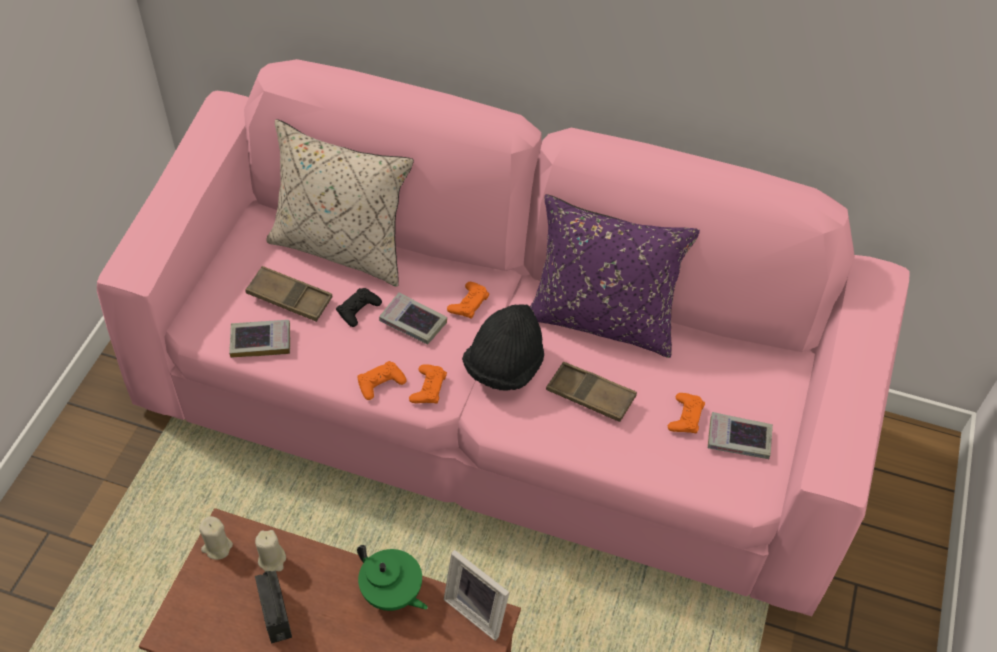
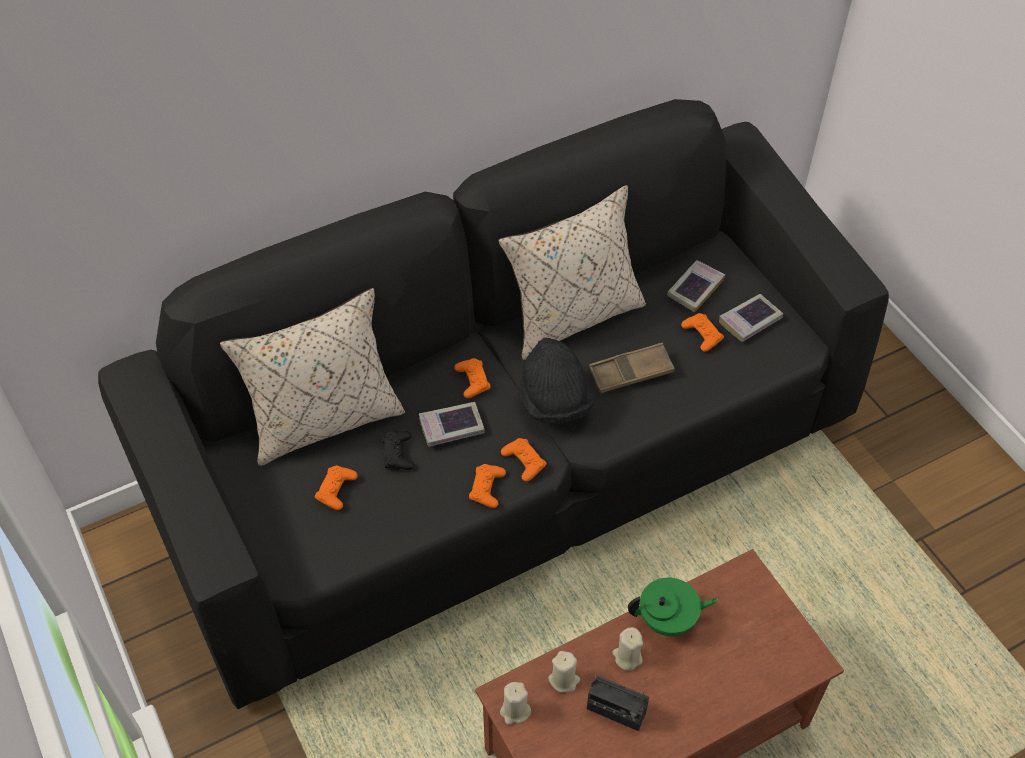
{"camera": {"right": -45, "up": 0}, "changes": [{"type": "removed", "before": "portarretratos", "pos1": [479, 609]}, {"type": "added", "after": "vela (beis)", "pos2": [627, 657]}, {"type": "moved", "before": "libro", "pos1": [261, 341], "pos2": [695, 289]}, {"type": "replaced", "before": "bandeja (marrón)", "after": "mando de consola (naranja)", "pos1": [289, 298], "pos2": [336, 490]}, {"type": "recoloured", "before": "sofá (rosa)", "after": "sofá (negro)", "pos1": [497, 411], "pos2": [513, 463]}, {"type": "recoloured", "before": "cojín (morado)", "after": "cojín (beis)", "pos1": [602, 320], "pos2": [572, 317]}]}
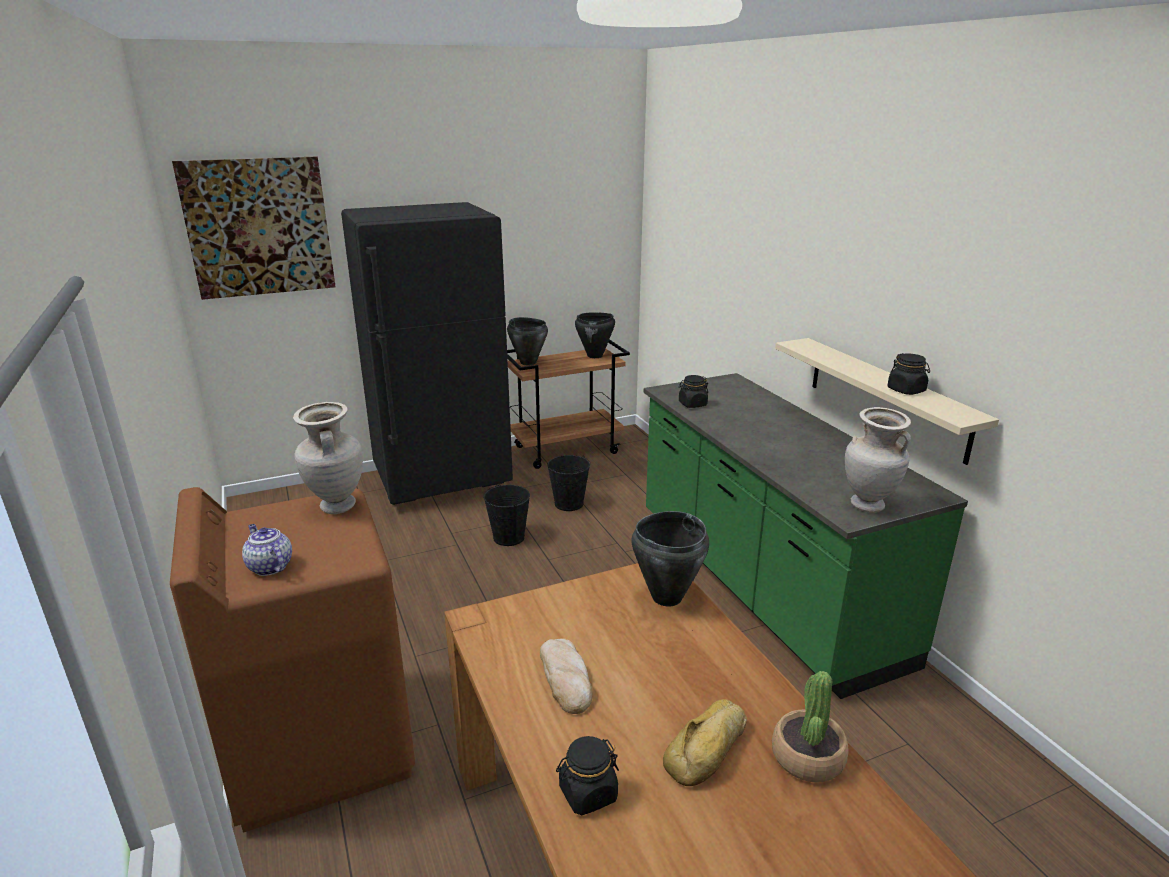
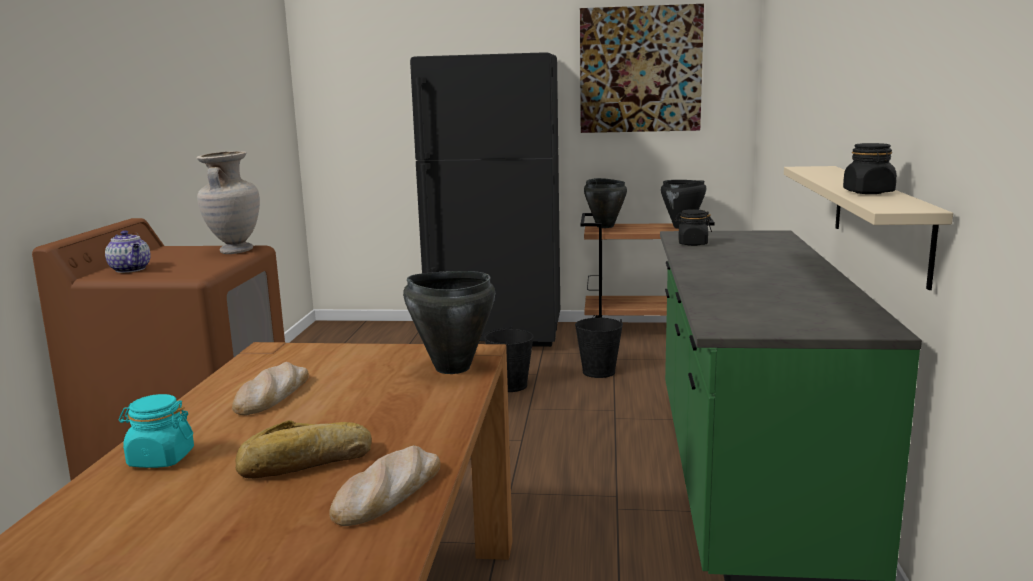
{"camera": {"right": 30, "up": -10}, "changes": [{"type": "removed", "before": "florero (beis)", "pos1": [867, 506]}, {"type": "moved", "before": "cuadro", "pos1": [259, 227], "pos2": [640, 70]}, {"type": "replaced", "before": "planta en maceta", "after": "pan", "pos1": [807, 757], "pos2": [388, 492]}, {"type": "recoloured", "before": "tarro (negro)", "after": "tarro (turquesa)", "pos1": [587, 793], "pos2": [160, 459]}, {"type": "turned", "before": "tetera", "pos1": [269, 566], "pos2": [131, 269], "turn": 150}]}
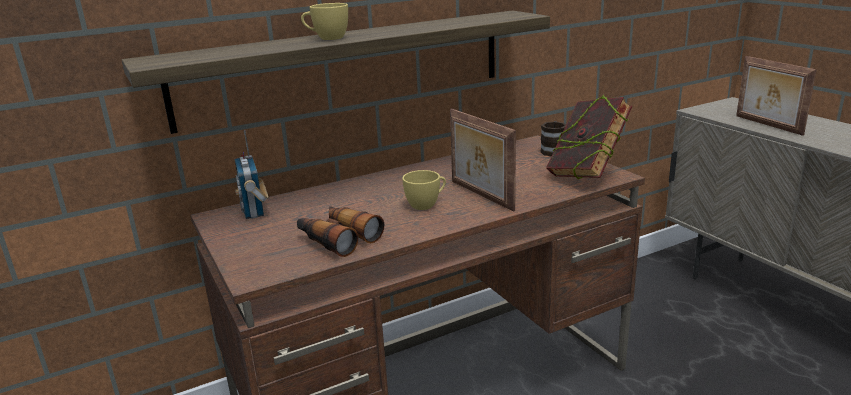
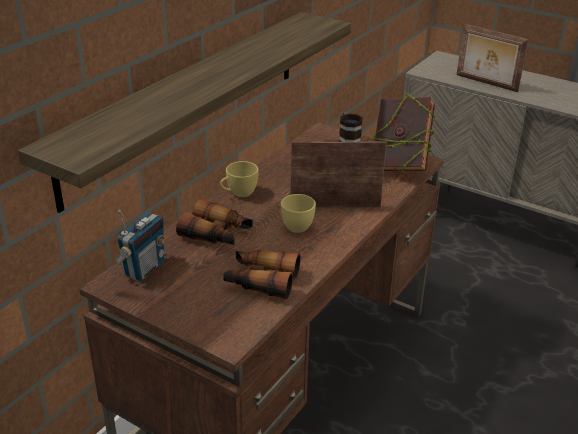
{"camera": {"right": -30, "up": 10}, "changes": [{"type": "added", "after": "prismáticos", "pos2": [217, 234]}, {"type": "moved", "before": "taza (amarillo)", "pos1": [327, 38], "pos2": [238, 193]}, {"type": "turned", "before": "radio", "pos1": [254, 211], "pos2": [144, 268], "turn": -105}, {"type": "turned", "before": "portarretratos", "pos1": [480, 195], "pos2": [335, 205], "turn": 150}]}
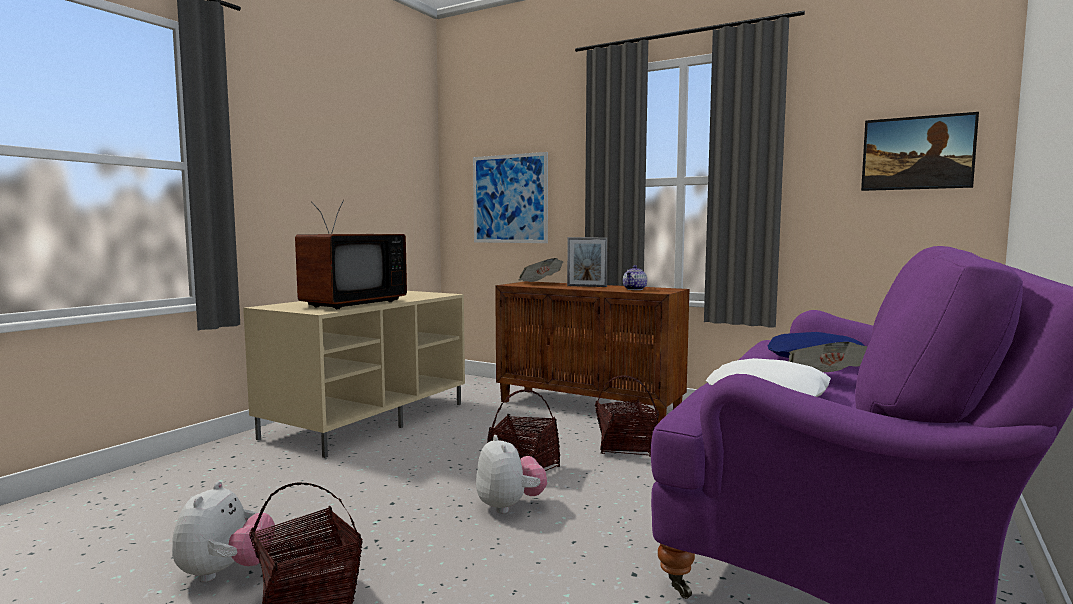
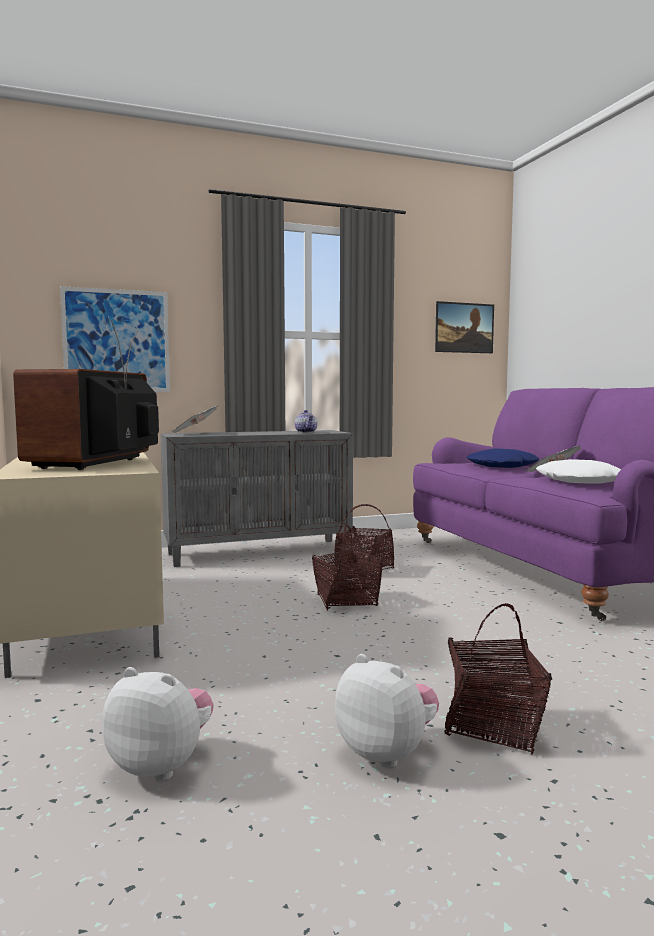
{"camera": {"right": -50, "up": 0}, "changes": [{"type": "removed", "before": "portarretratos", "pos1": [587, 286]}, {"type": "moved", "before": "peluche", "pos1": [509, 506], "pos2": [162, 765]}, {"type": "recoloured", "before": "armario (marrón)", "after": "armario (gris)", "pos1": [589, 407], "pos2": [259, 552]}, {"type": "turned", "before": "televisor", "pos1": [348, 304], "pos2": [100, 464], "turn": -150}]}
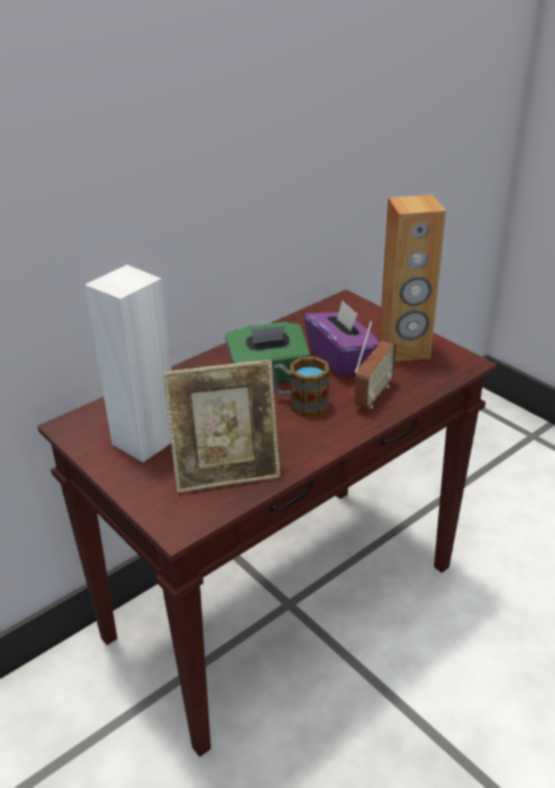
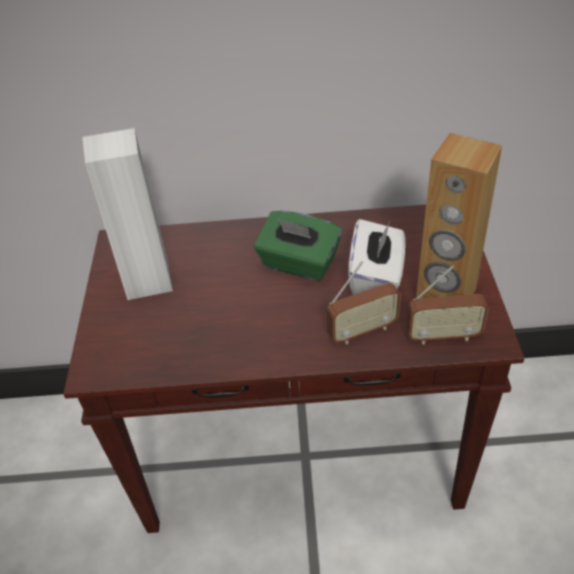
{"camera": {"right": 40, "up": 10}, "changes": [{"type": "removed", "before": "portarretratos", "pos1": [226, 472]}, {"type": "removed", "before": "taza grande", "pos1": [300, 403]}, {"type": "added", "after": "radio", "pos2": [443, 336]}, {"type": "recoloured", "before": "caja de pañuelos (morado)", "after": "caja de pañuelos (blanco)", "pos1": [341, 359], "pos2": [376, 277]}]}
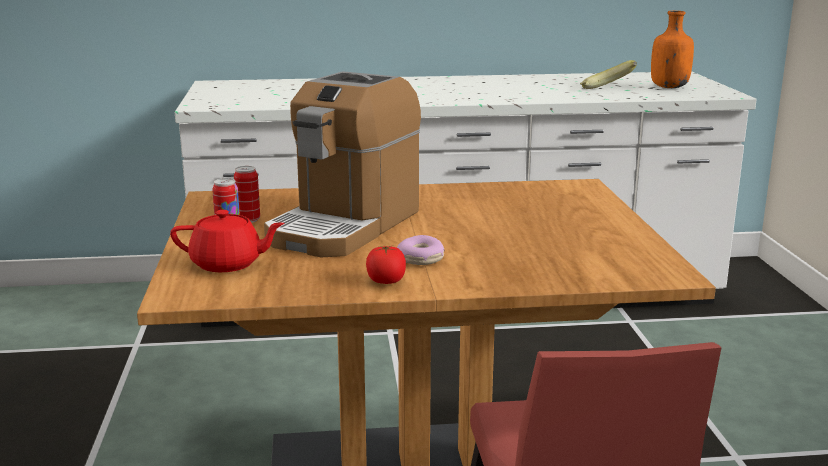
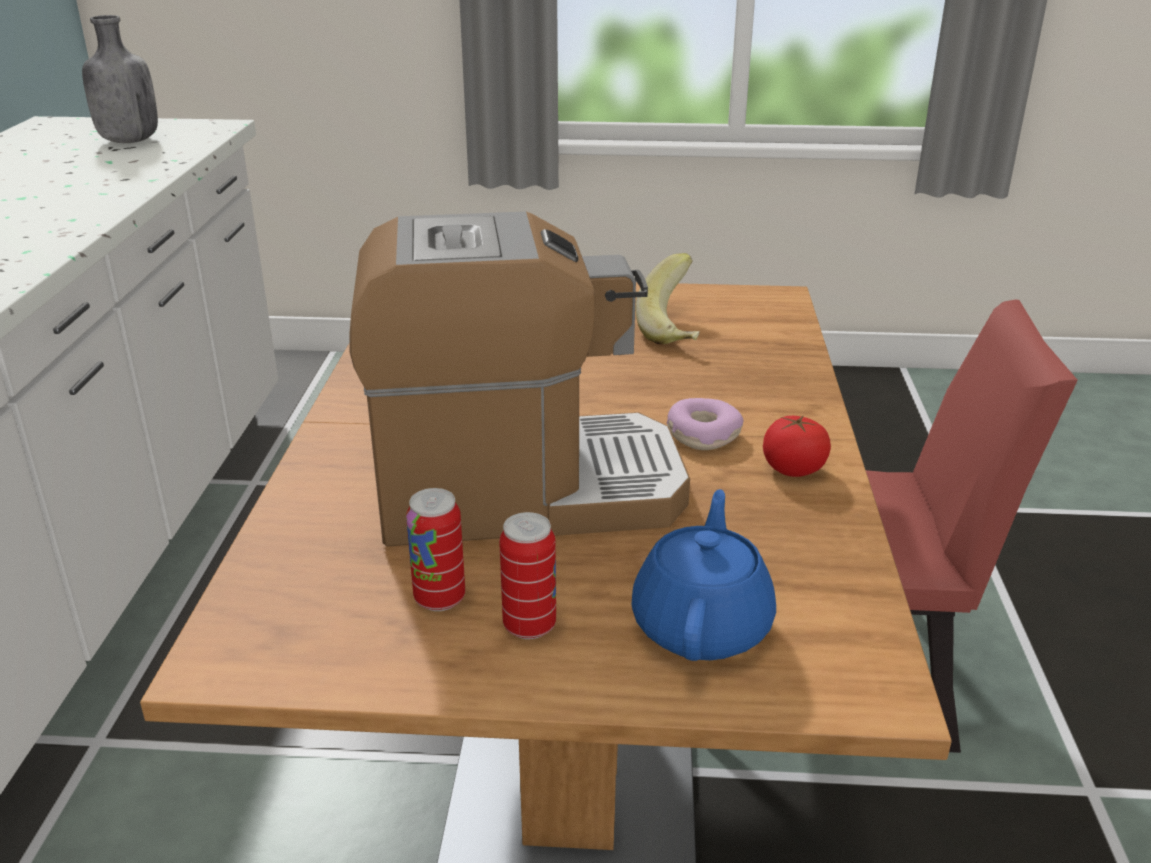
{"camera": {"right": -80, "up": 10}, "changes": [{"type": "moved", "before": "plátano", "pos1": [605, 90], "pos2": [678, 329]}, {"type": "recoloured", "before": "tetera (rojo)", "after": "tetera (azul)", "pos1": [228, 264], "pos2": [702, 625]}, {"type": "recoloured", "before": "botella (naranja)", "after": "botella (gris)", "pos1": [668, 87], "pos2": [128, 141]}, {"type": "turned", "before": "cafetera", "pos1": [344, 226], "pos2": [524, 488], "turn": -45}]}
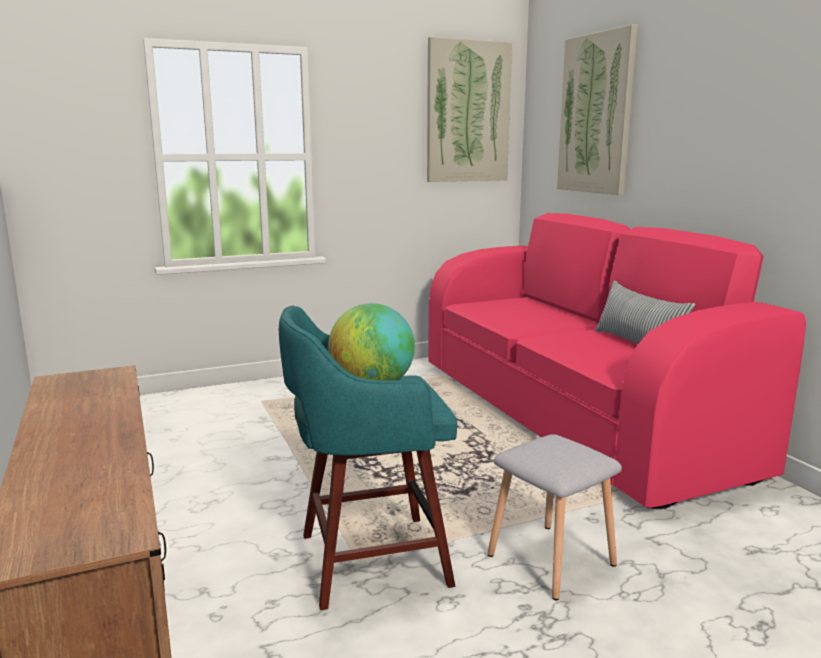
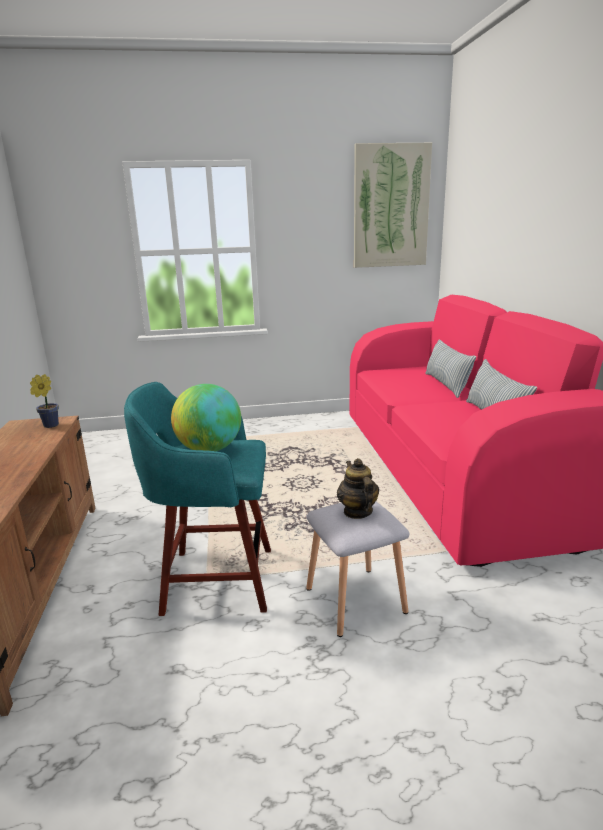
{"camera": {"right": 15, "up": 5}, "changes": [{"type": "removed", "before": "cuadro", "pos1": [596, 114]}, {"type": "added", "after": "planta en maceta", "pos2": [49, 426]}, {"type": "added", "after": "tetera", "pos2": [357, 511]}, {"type": "added", "after": "cojín", "pos2": [446, 385]}]}
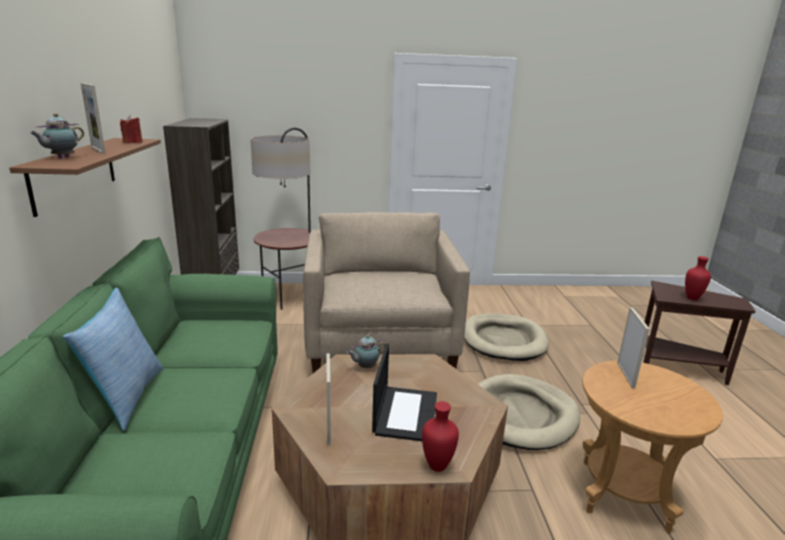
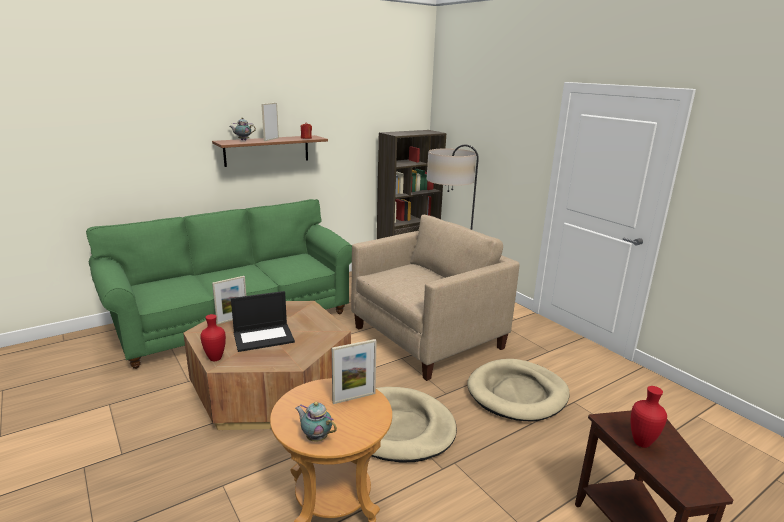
{"camera": {"right": 60, "up": 0}, "changes": [{"type": "removed", "before": "cojín", "pos1": [126, 397]}, {"type": "moved", "before": "tetera", "pos1": [365, 367], "pos2": [316, 437]}]}
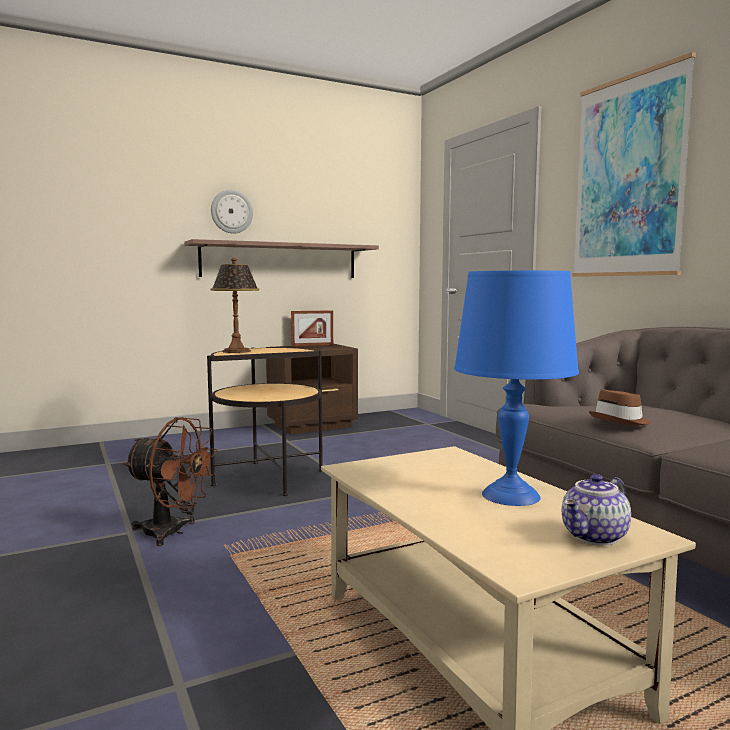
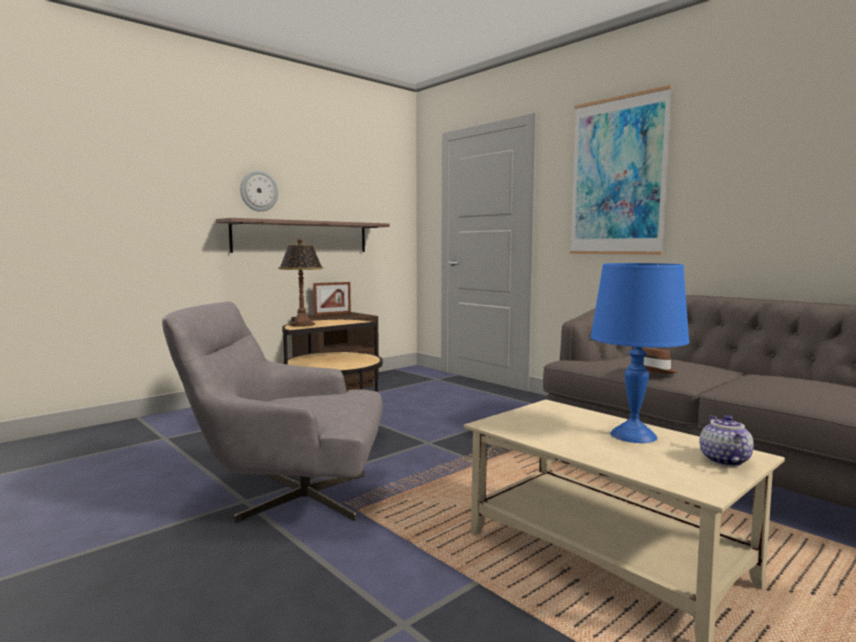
{"camera": {"right": -15, "up": 0}, "changes": [{"type": "replaced", "before": "ventilador (marrón)", "after": "sillón (gris)", "pos1": [172, 533], "pos2": [287, 497]}, {"type": "turned", "before": "tetera", "pos1": [595, 537], "pos2": [723, 460], "turn": 150}]}
